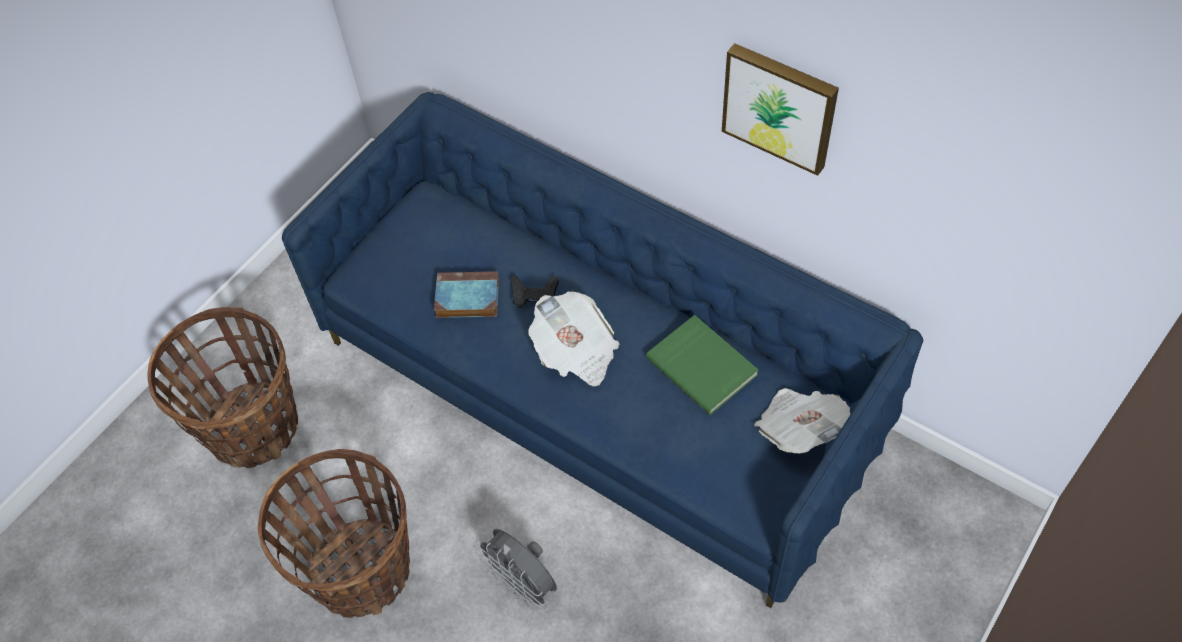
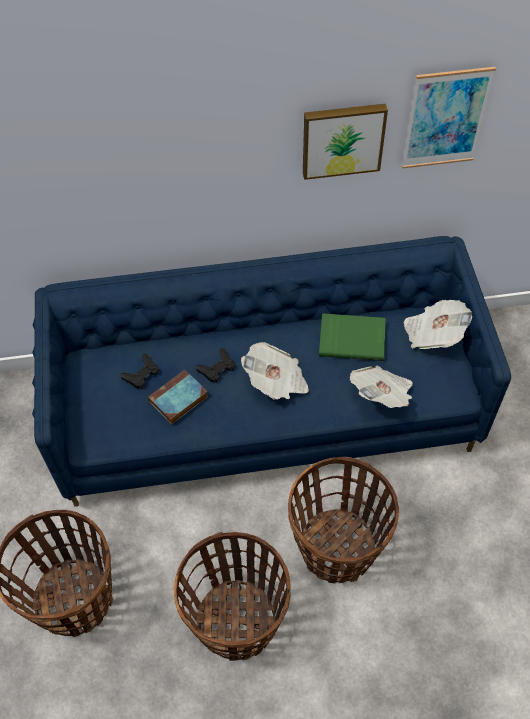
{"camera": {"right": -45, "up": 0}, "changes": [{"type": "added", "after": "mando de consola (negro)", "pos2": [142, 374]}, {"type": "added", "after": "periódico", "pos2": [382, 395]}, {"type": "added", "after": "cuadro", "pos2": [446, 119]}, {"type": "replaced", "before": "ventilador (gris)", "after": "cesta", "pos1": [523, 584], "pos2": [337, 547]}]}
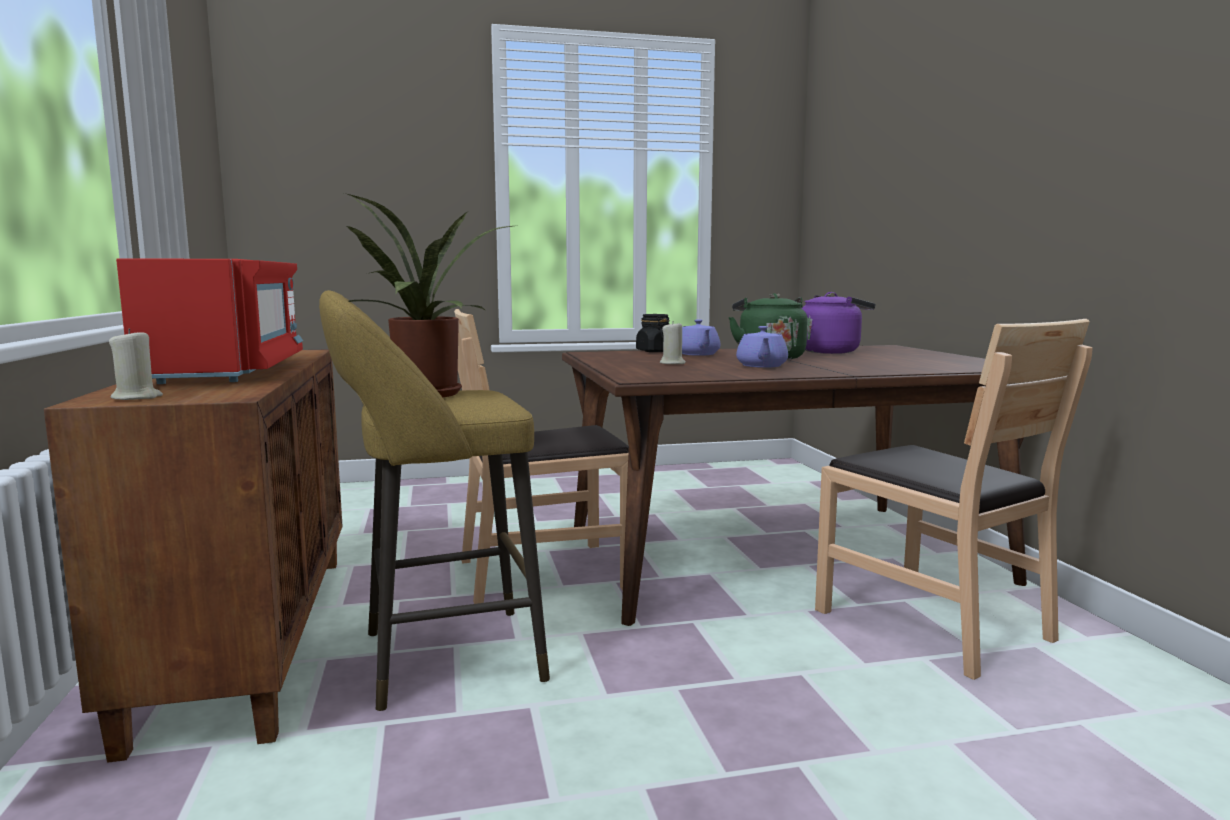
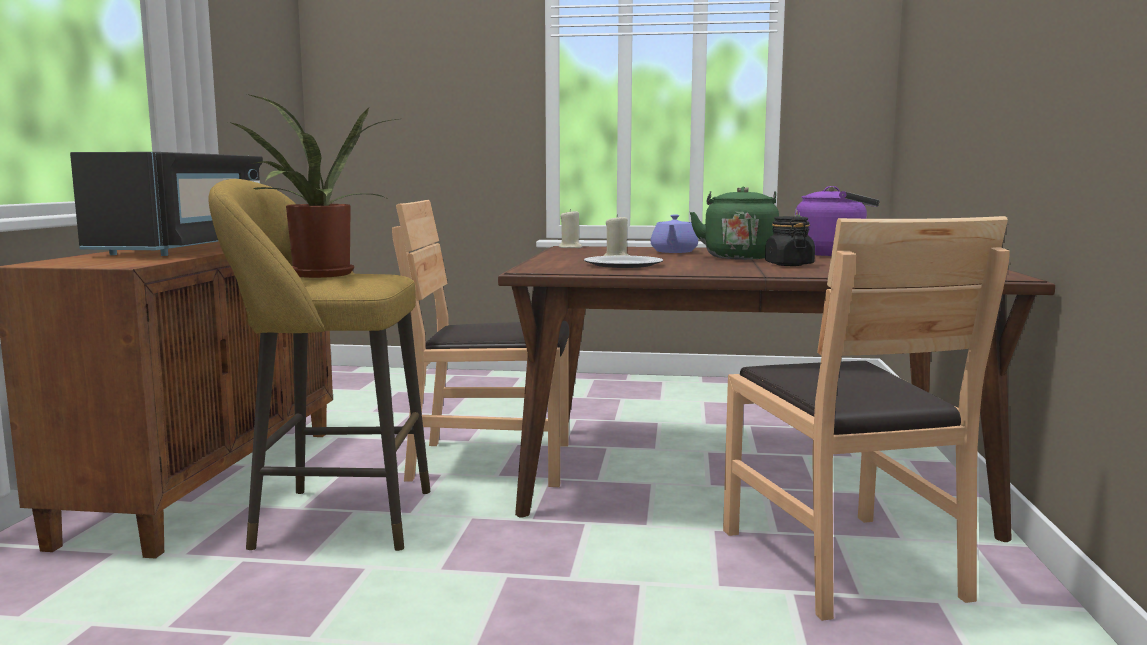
{"camera": {"right": 20, "up": 0}, "changes": [{"type": "removed", "before": "tetera (morado)", "pos1": [761, 366]}, {"type": "added", "after": "plato", "pos2": [623, 265]}, {"type": "moved", "before": "vela (beis)", "pos1": [137, 397], "pos2": [570, 247]}, {"type": "moved", "before": "tarro (negro)", "pos1": [654, 351], "pos2": [788, 264]}, {"type": "recoloured", "before": "microondas (rojo)", "after": "microondas (negro)", "pos1": [227, 372], "pos2": [184, 249]}]}
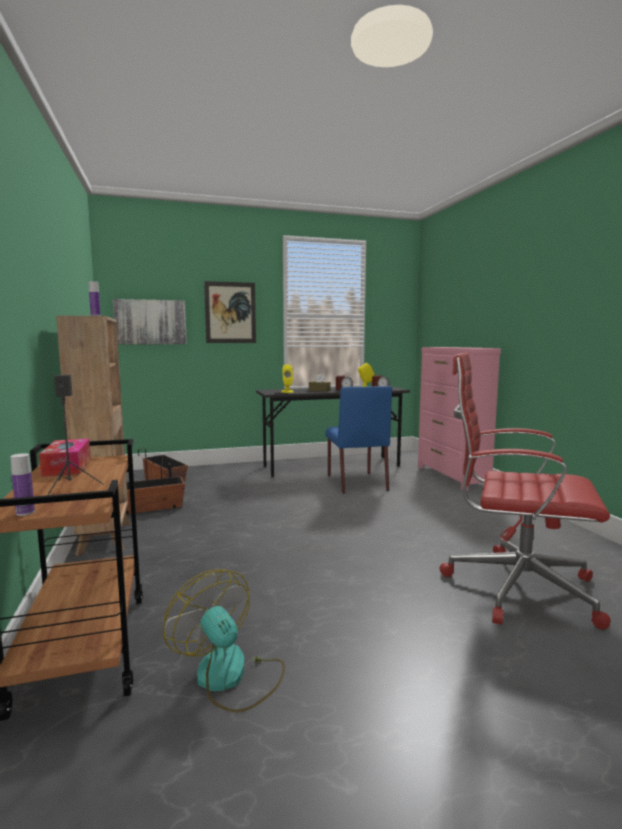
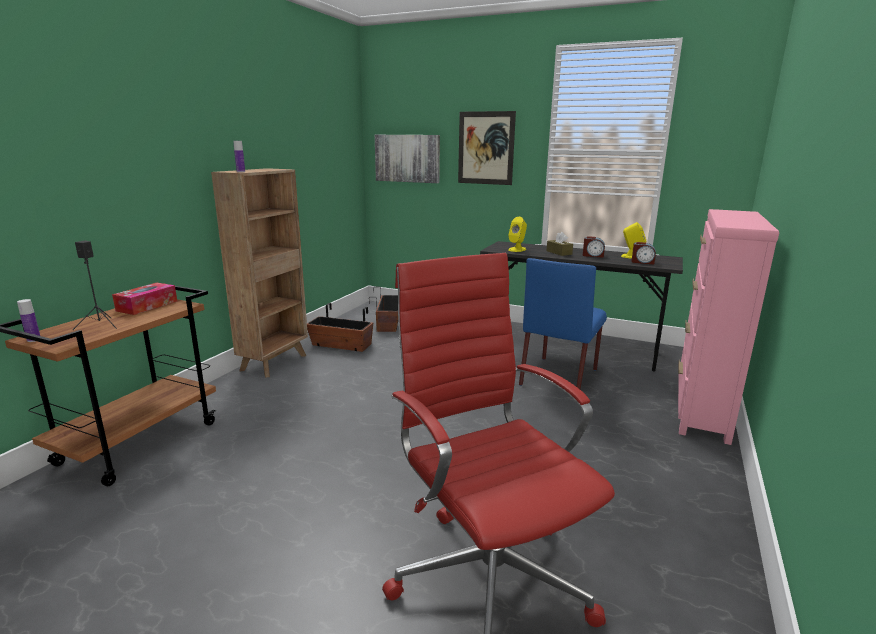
{"camera": {"right": 40, "up": 10}, "changes": [{"type": "removed", "before": "ventilador", "pos1": [230, 677]}]}
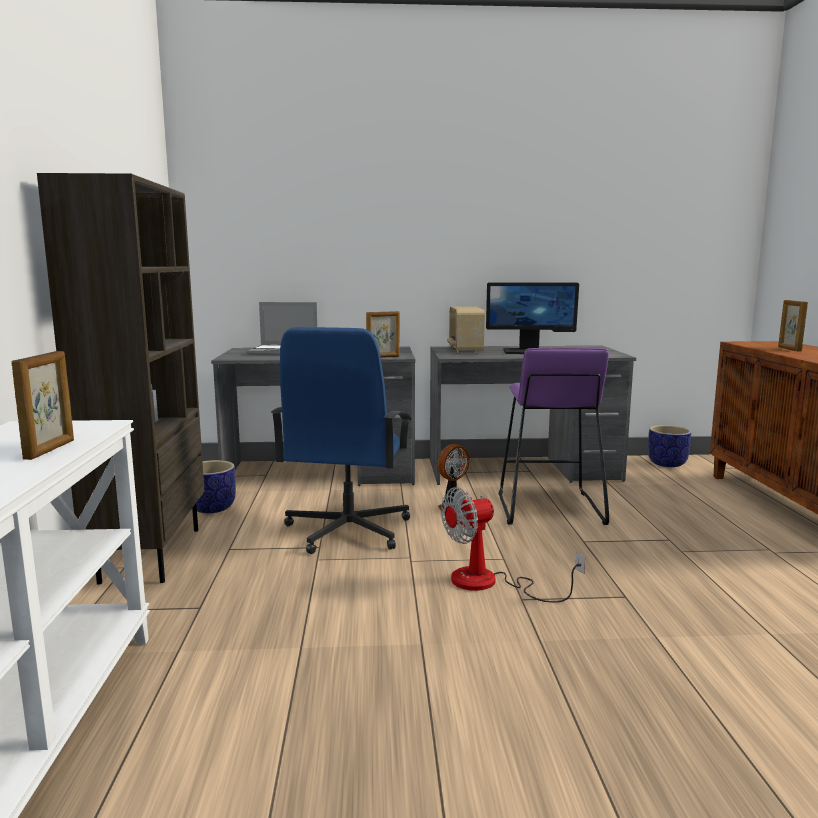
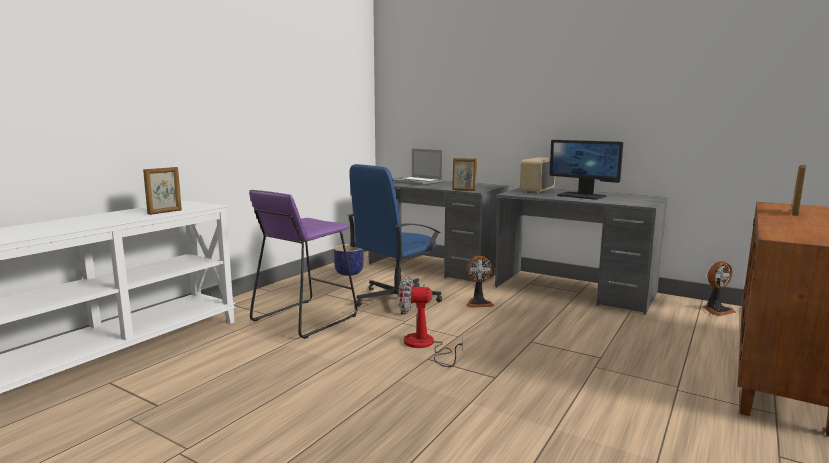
{"camera": {"right": 35, "up": 0}, "changes": [{"type": "removed", "before": "estantería (marrón)", "pos1": [150, 554]}, {"type": "moved", "before": "taburete (morado)", "pos1": [548, 508], "pos2": [304, 318]}, {"type": "replaced", "before": "maceta", "after": "ventilador", "pos1": [666, 463], "pos2": [716, 310]}]}
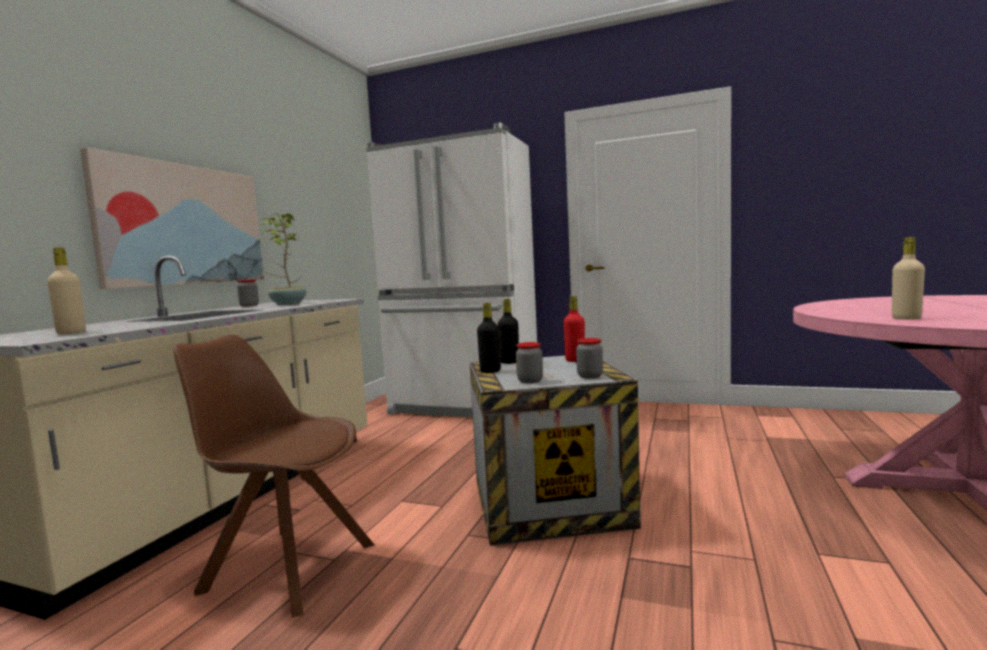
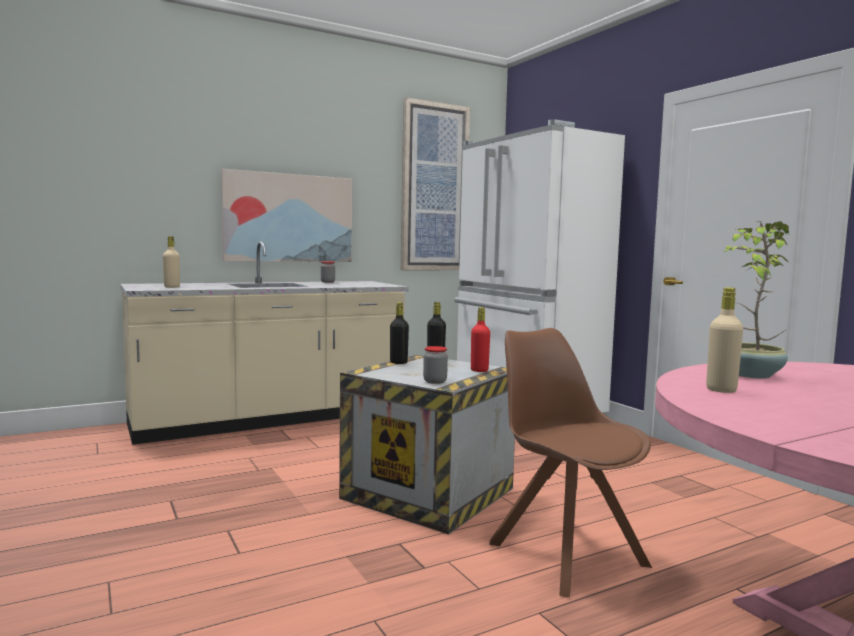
{"camera": {"right": 40, "up": 0}, "changes": [{"type": "removed", "before": "tarro", "pos1": [530, 381]}, {"type": "added", "after": "cuadro", "pos2": [434, 188]}, {"type": "moved", "before": "silla (marrón)", "pos1": [286, 567], "pos2": [564, 552]}, {"type": "moved", "before": "planta en maceta", "pos1": [287, 304], "pos2": [748, 375]}]}
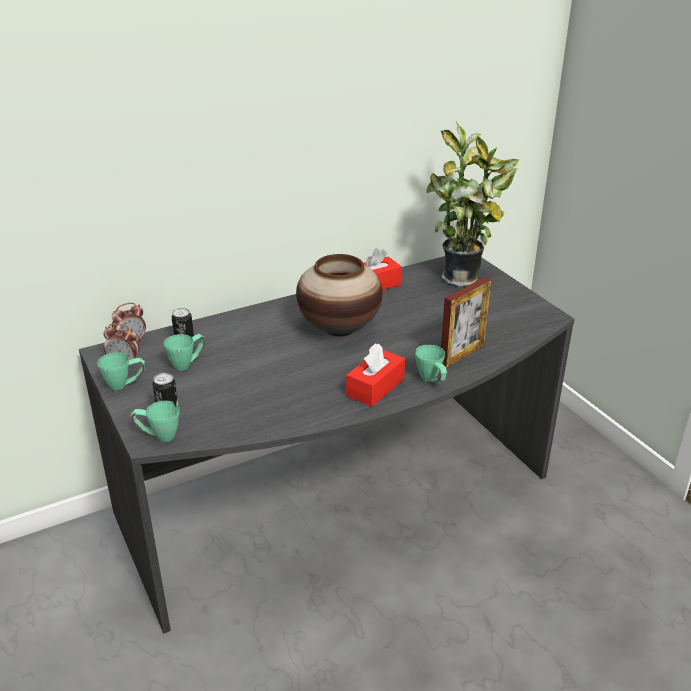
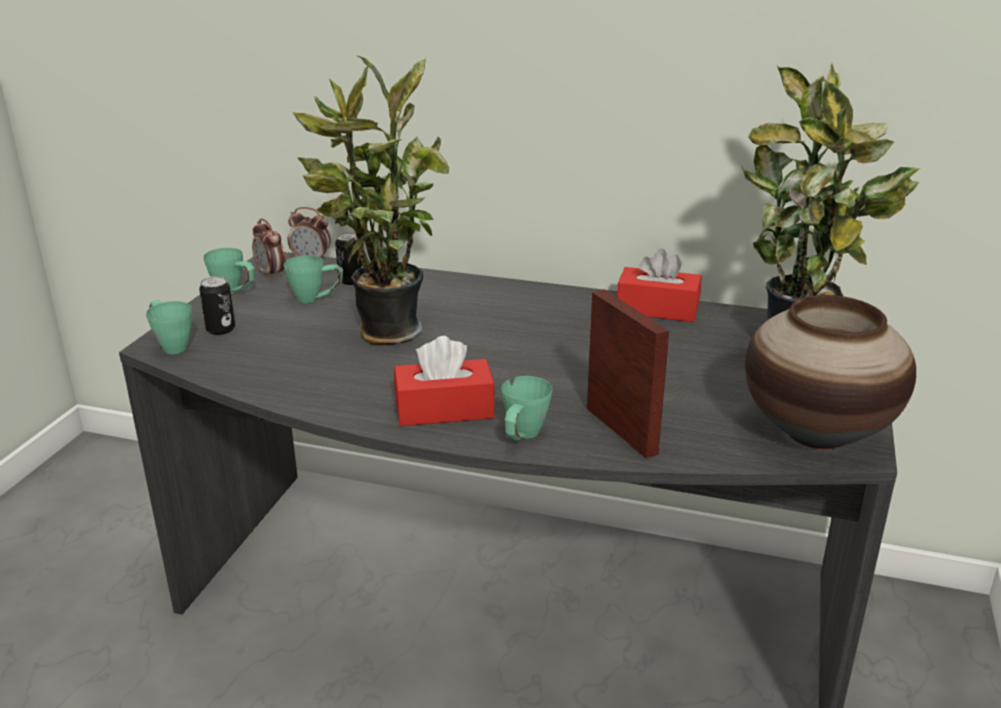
{"camera": {"right": 45, "up": -5}, "changes": [{"type": "added", "after": "planta en maceta", "pos2": [382, 333]}, {"type": "moved", "before": "florero", "pos1": [339, 328], "pos2": [816, 434]}, {"type": "turned", "before": "portarretratos", "pos1": [462, 355], "pos2": [621, 430], "turn": -120}]}
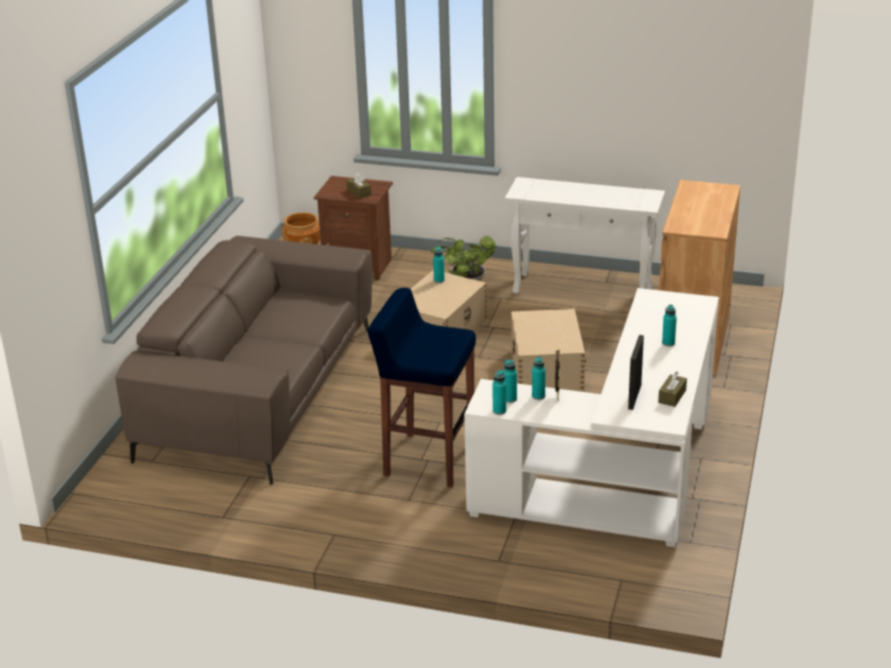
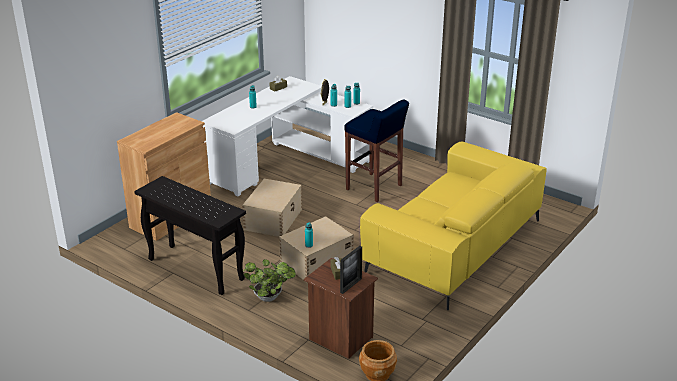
{"camera": {"right": -160, "up": 0}, "changes": [{"type": "moved", "before": "portarretratos", "pos1": [634, 397], "pos2": [351, 285]}, {"type": "recoloured", "before": "sofá (marrón)", "after": "sofá (amarillo)", "pos1": [260, 392], "pos2": [454, 246]}, {"type": "recoloured", "before": "mesa consola (blanco)", "after": "mesa consola (negro)", "pos1": [583, 290], "pos2": [195, 269]}]}
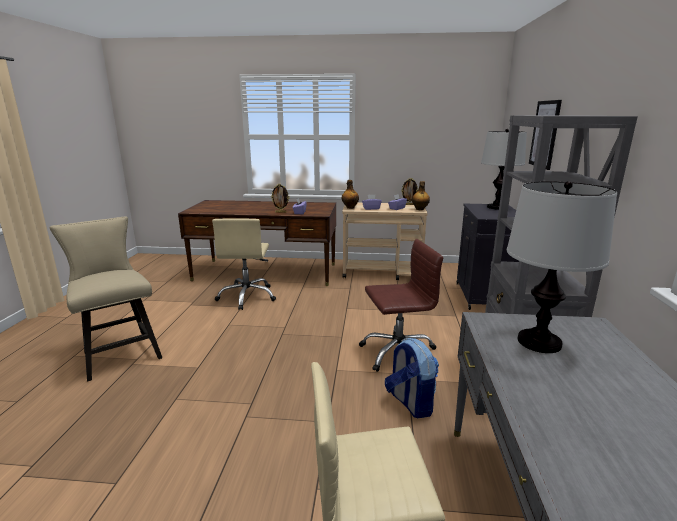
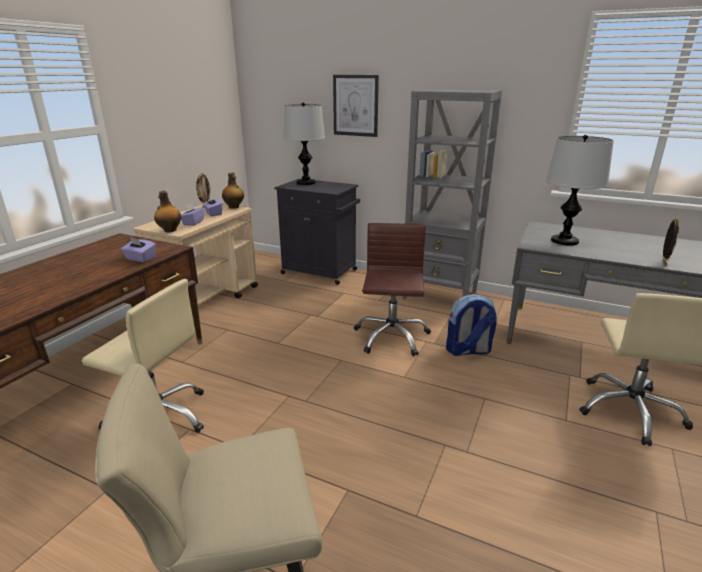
{"camera": {"right": -70, "up": 5}, "changes": [{"type": "moved", "before": "portarretratos", "pos1": [280, 212], "pos2": [663, 263]}]}
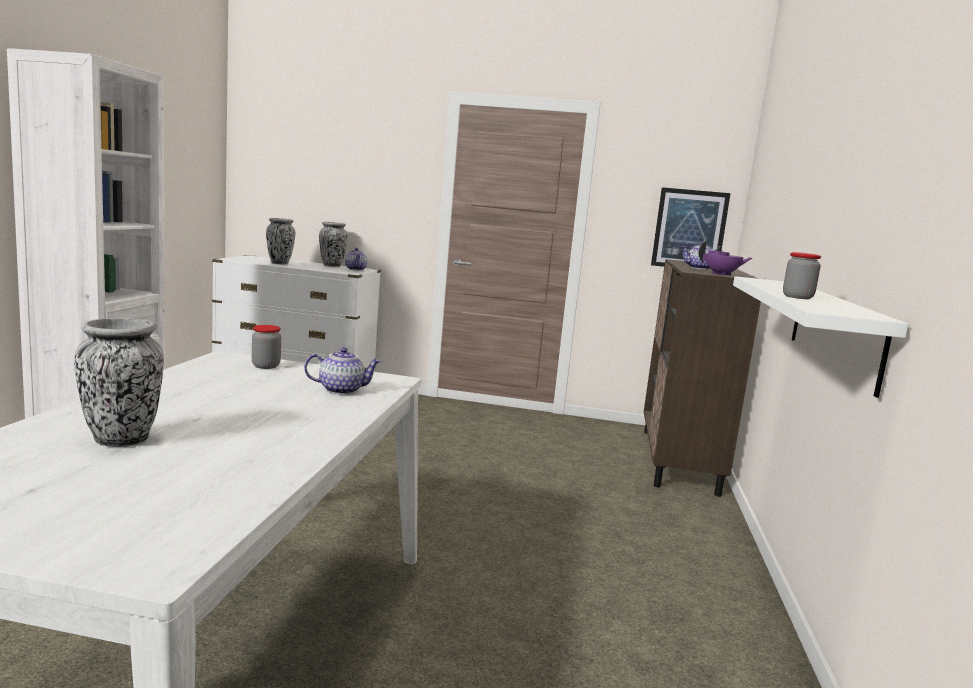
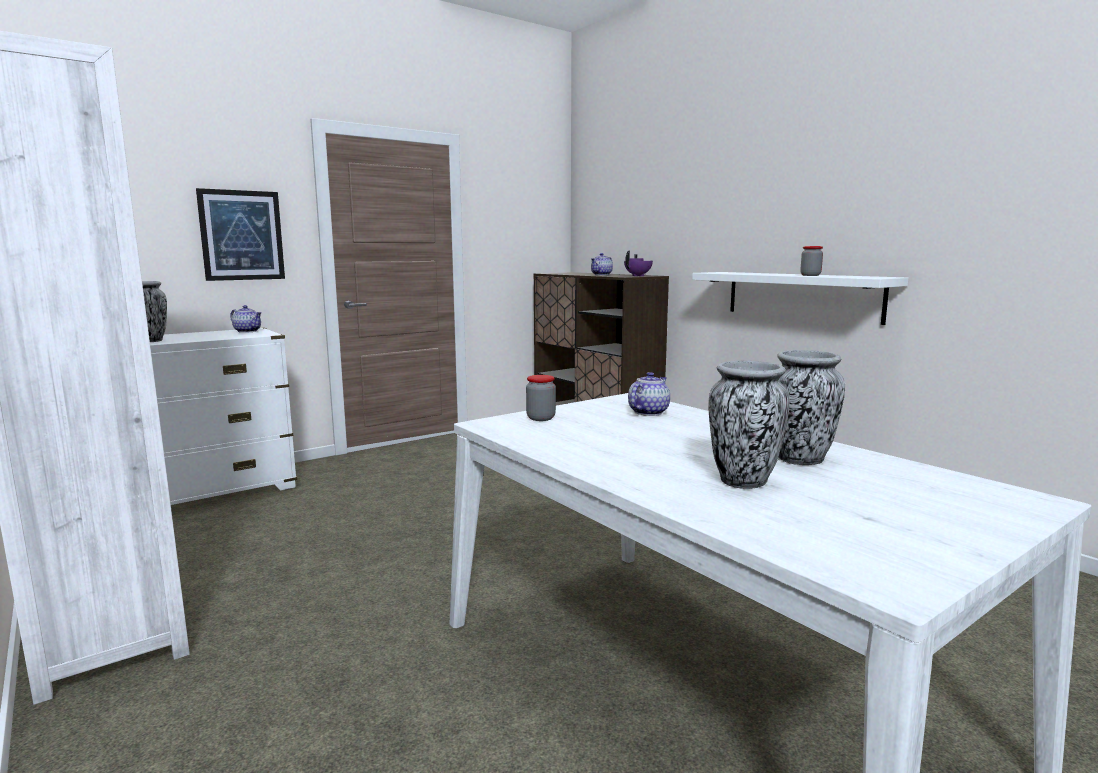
{"camera": {"right": -45, "up": 0}, "changes": [{"type": "moved", "before": "florero", "pos1": [332, 265], "pos2": [800, 459]}, {"type": "moved", "before": "cuadro", "pos1": [689, 229], "pos2": [241, 235]}]}
